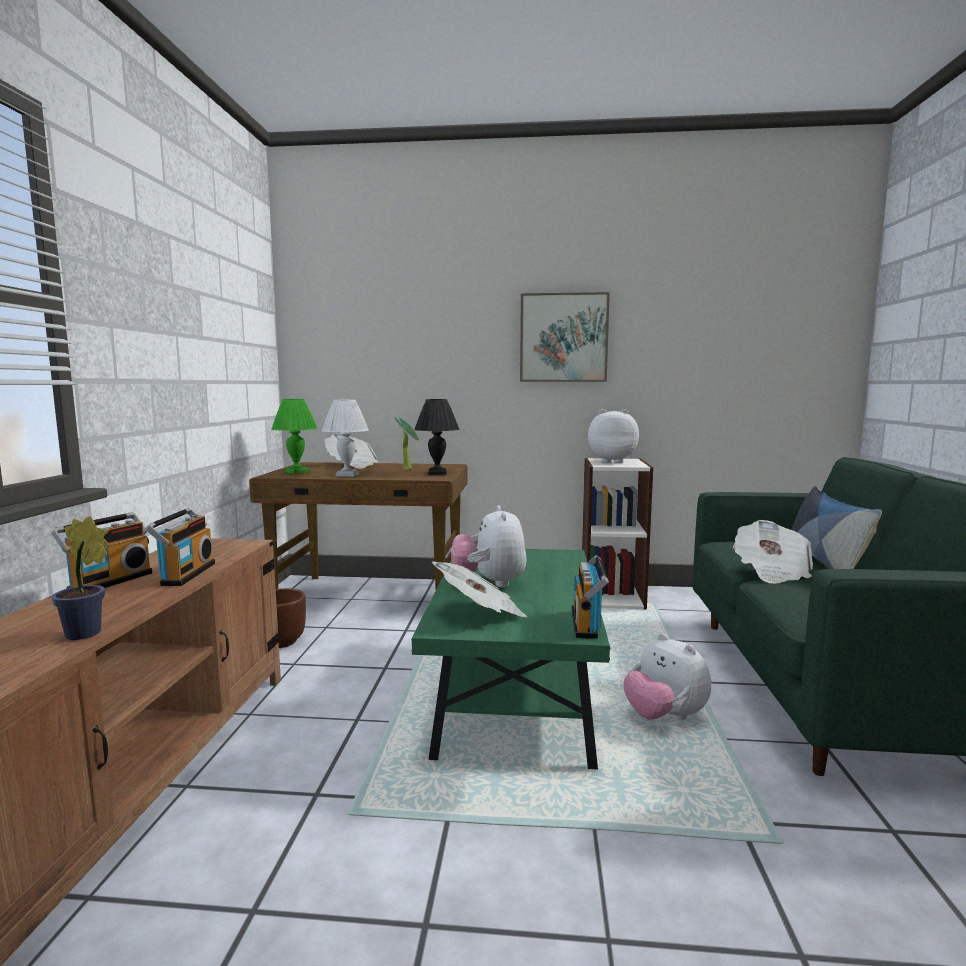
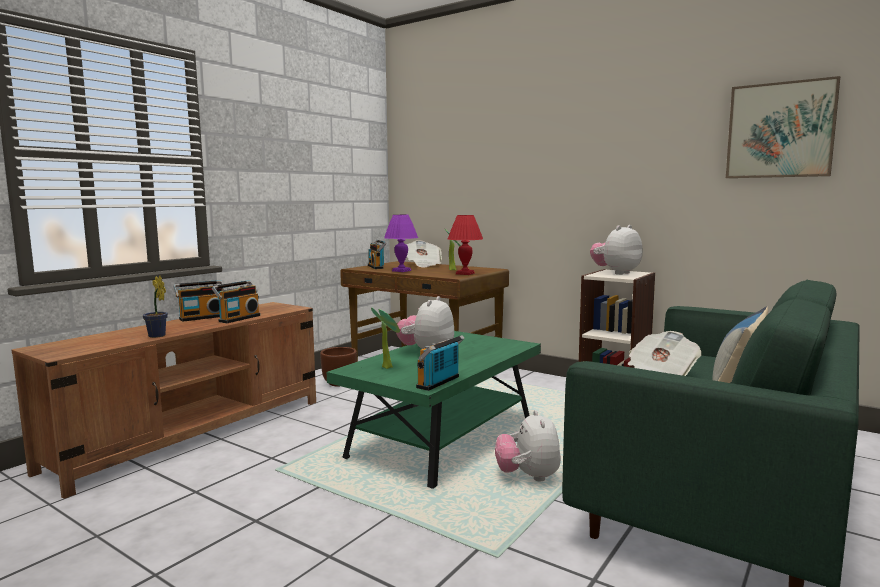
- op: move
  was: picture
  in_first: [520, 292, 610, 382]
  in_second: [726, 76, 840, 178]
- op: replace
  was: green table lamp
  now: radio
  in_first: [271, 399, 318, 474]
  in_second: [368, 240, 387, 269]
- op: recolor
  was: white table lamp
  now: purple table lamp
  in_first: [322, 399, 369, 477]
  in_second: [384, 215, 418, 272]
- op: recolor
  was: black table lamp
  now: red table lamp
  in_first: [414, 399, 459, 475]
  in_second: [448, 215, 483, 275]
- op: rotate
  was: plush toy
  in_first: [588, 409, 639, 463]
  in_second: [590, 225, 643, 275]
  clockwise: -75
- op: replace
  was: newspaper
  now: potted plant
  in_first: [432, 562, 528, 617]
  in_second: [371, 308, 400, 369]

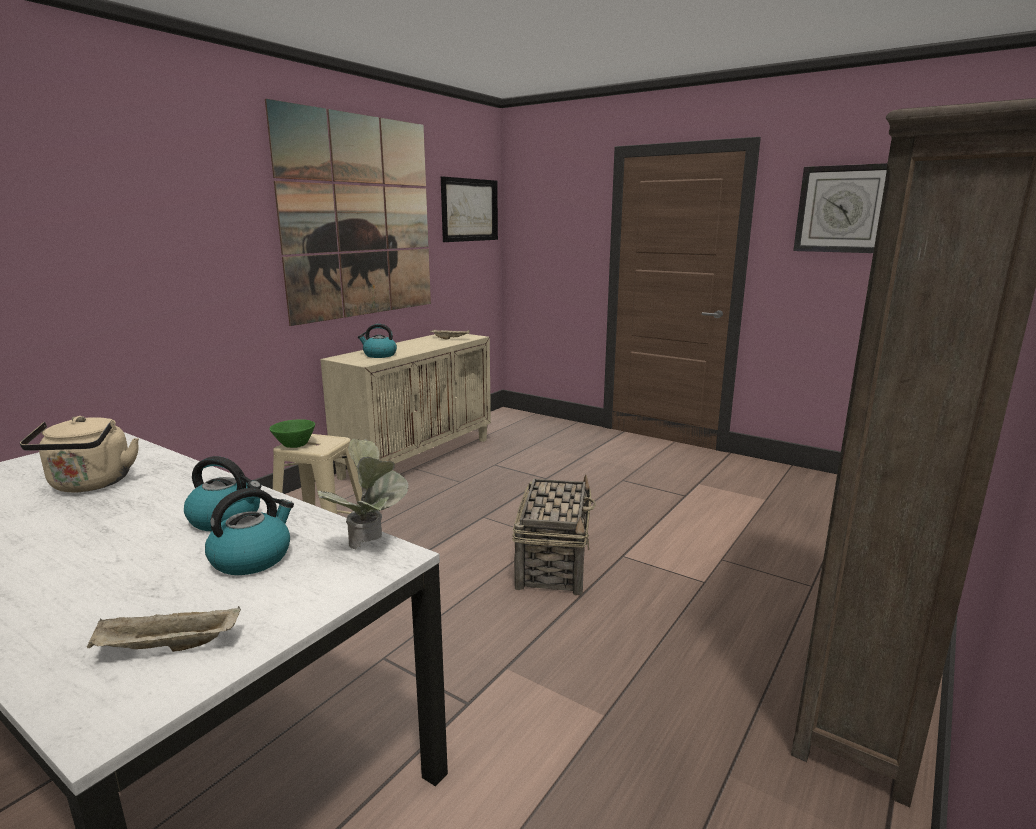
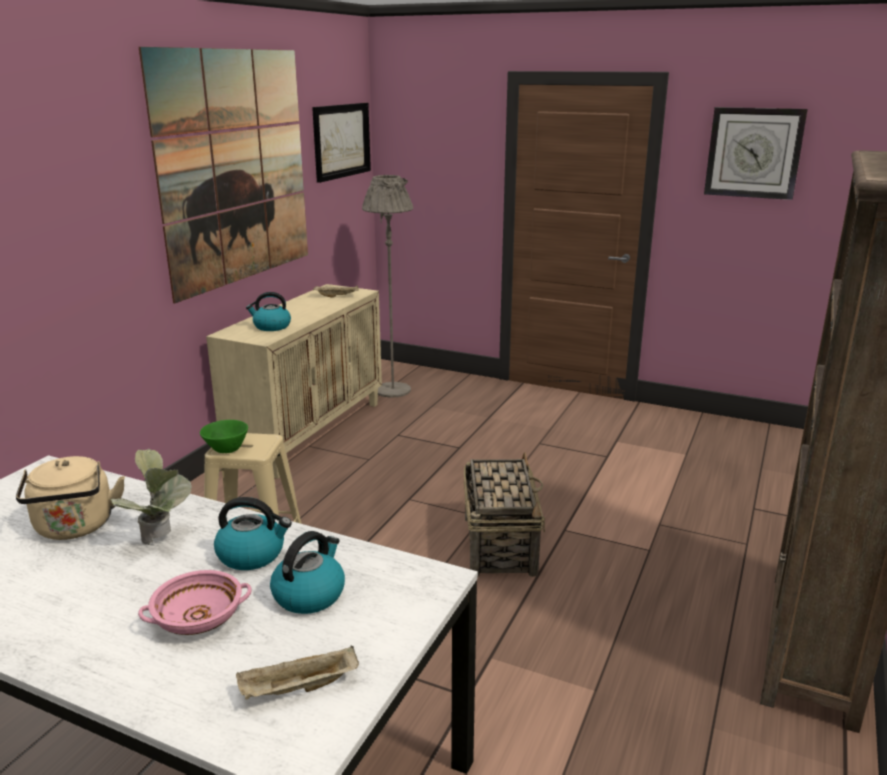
- op: move
  was: potted plant
  in_first: [317, 439, 408, 549]
  in_second: [110, 449, 191, 545]
- op: insert
  now: grey floor lamp
  in_second: [362, 175, 413, 398]
- op: insert
  now: pink bowl
  in_second: [138, 570, 252, 635]

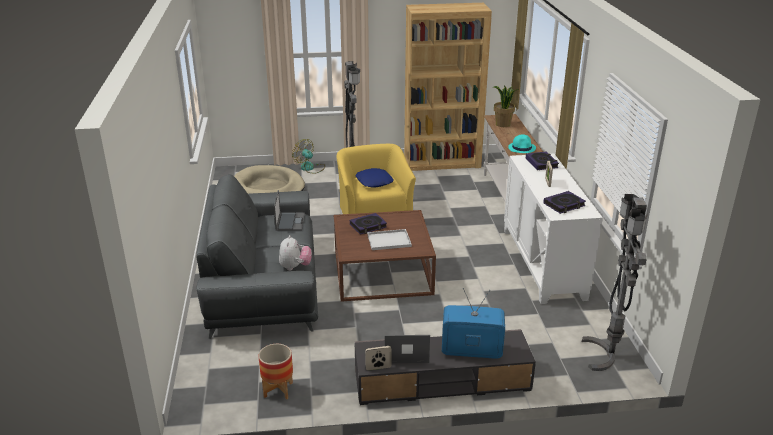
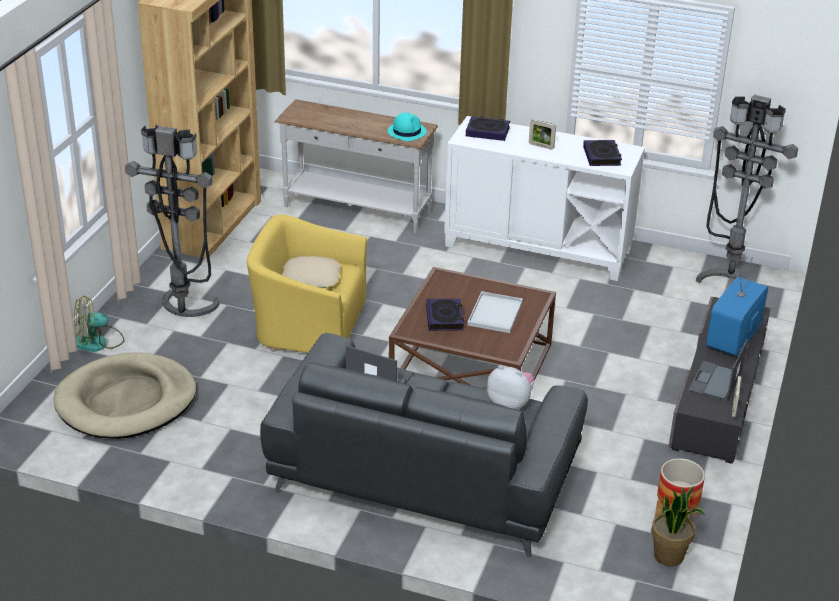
- op: move
  was: potted plant
  in_first: [492, 85, 519, 127]
  in_second: [651, 486, 705, 567]
- op: recolor
  was: blue pillow
  now: beige pillow
  in_first: [355, 168, 394, 187]
  in_second: [282, 256, 340, 288]

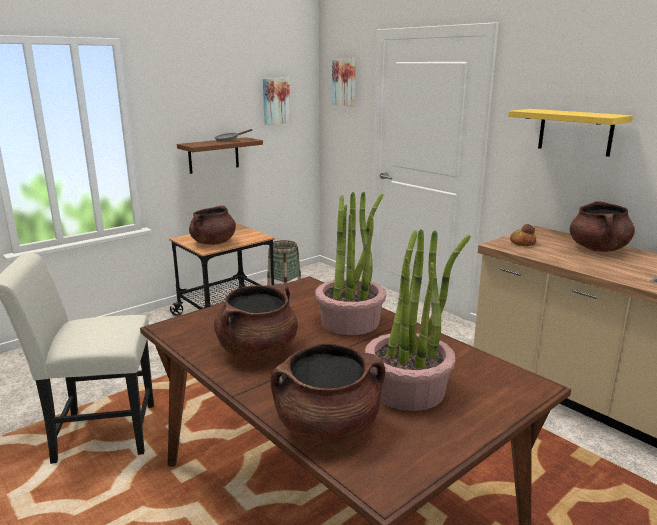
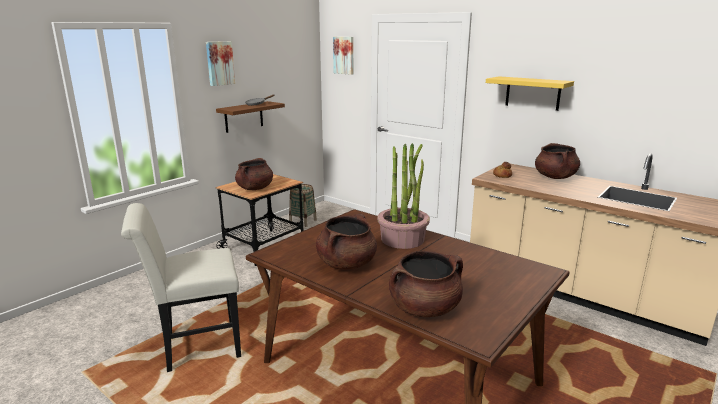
- op: move
  was: picture
  in_first: [263, 78, 291, 125]
  in_second: [206, 41, 235, 86]
- op: delete
  was: potted plant
  in_first: [365, 229, 471, 411]

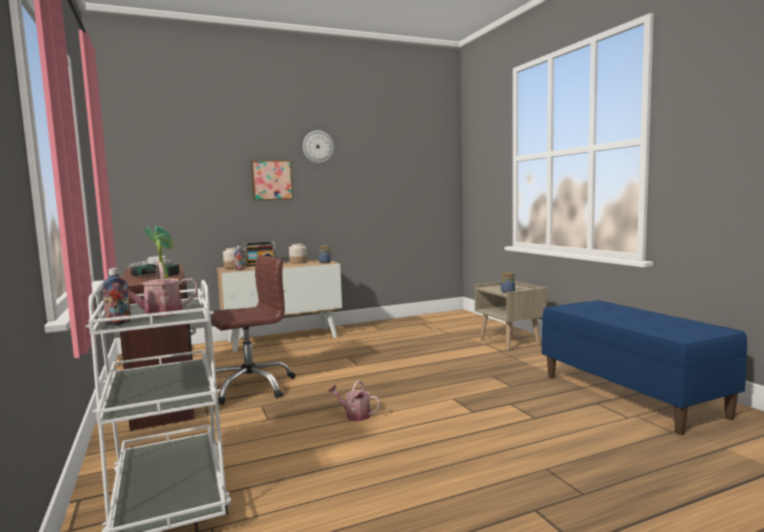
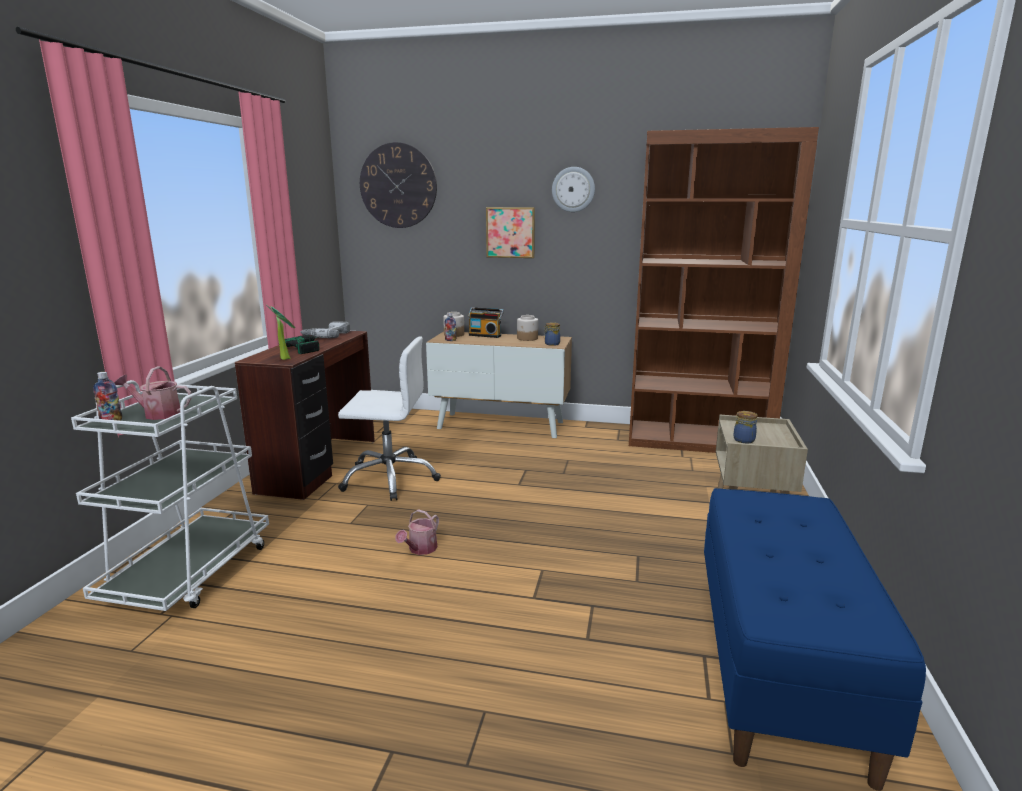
- op: recolor
  was: brown office chair
  now: white office chair
  in_first: [211, 255, 295, 405]
  in_second: [338, 336, 441, 501]
- op: rotate
  was: watering can
  in_first: [328, 380, 380, 421]
  in_second: [395, 509, 439, 555]
  clockwise: -120
- op: insert
  now: brown bookcase
  in_second: [629, 127, 819, 453]
- op: insert
  now: wall clock
  in_second: [360, 142, 437, 228]

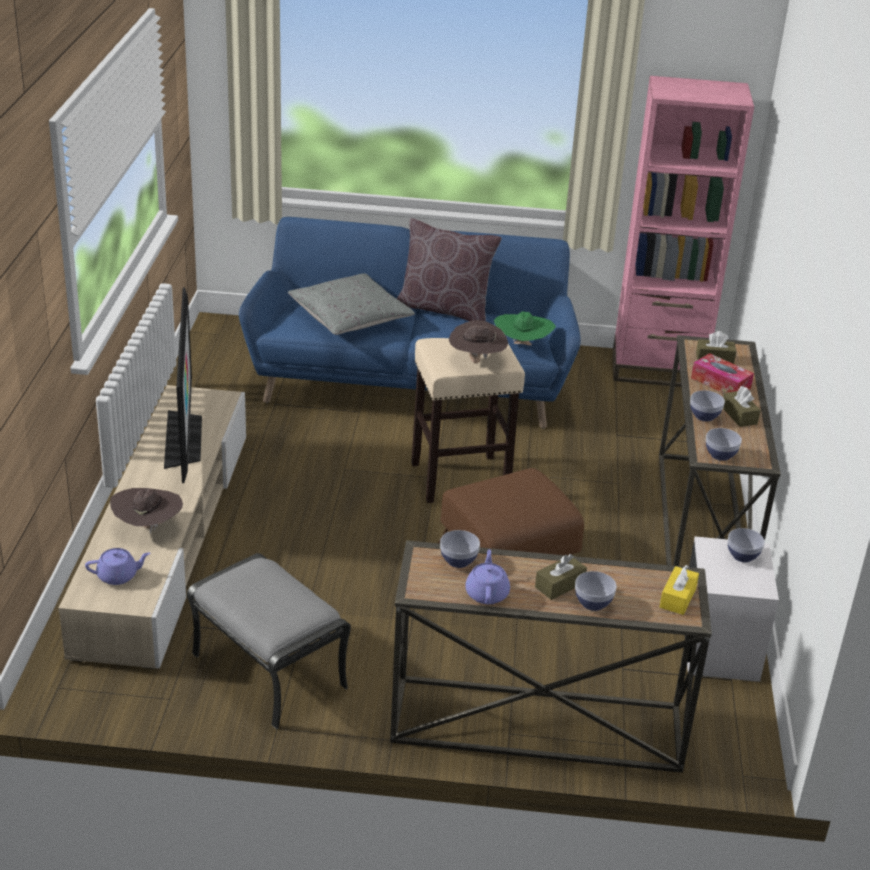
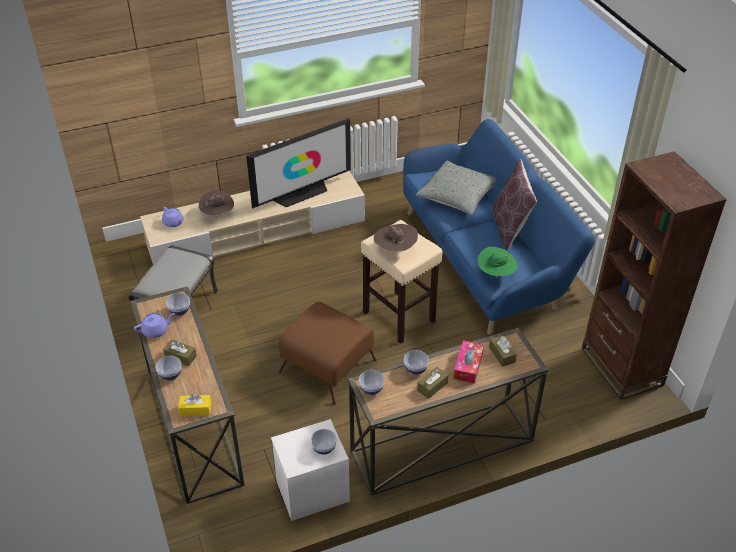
- op: recolor
  was: pink bookcase
  now: brown bookcase
  in_first: [613, 76, 754, 387]
  in_second: [582, 151, 727, 400]

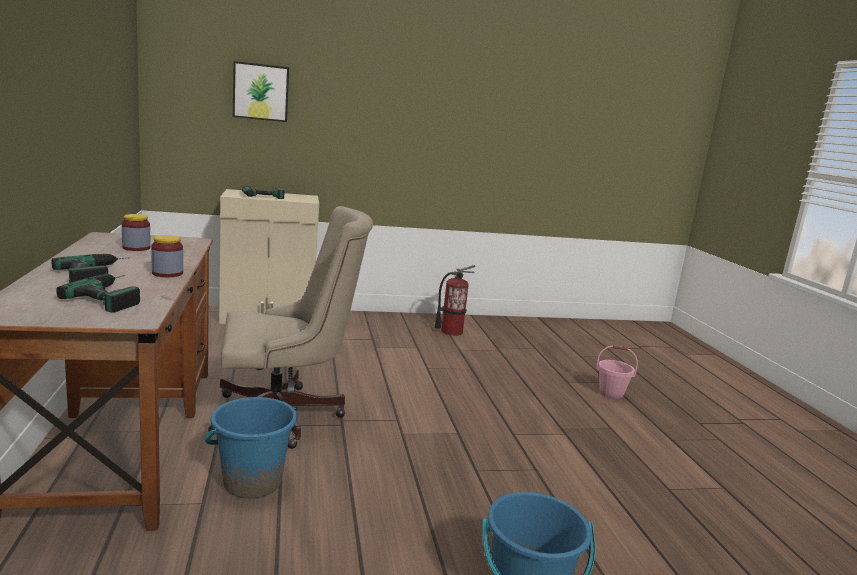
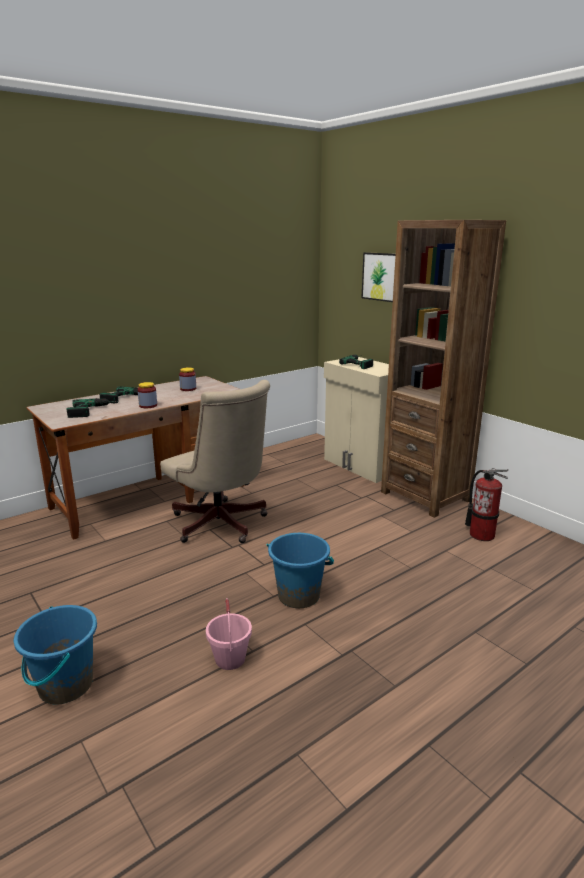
- op: move
  was: pink bucket
  in_first: [596, 345, 638, 399]
  in_second: [206, 598, 252, 670]
- op: move
  was: blue bucket
  in_first: [205, 397, 297, 499]
  in_second: [266, 533, 334, 608]
- op: insert
  now: brown bookcase
  in_second: [381, 220, 506, 518]

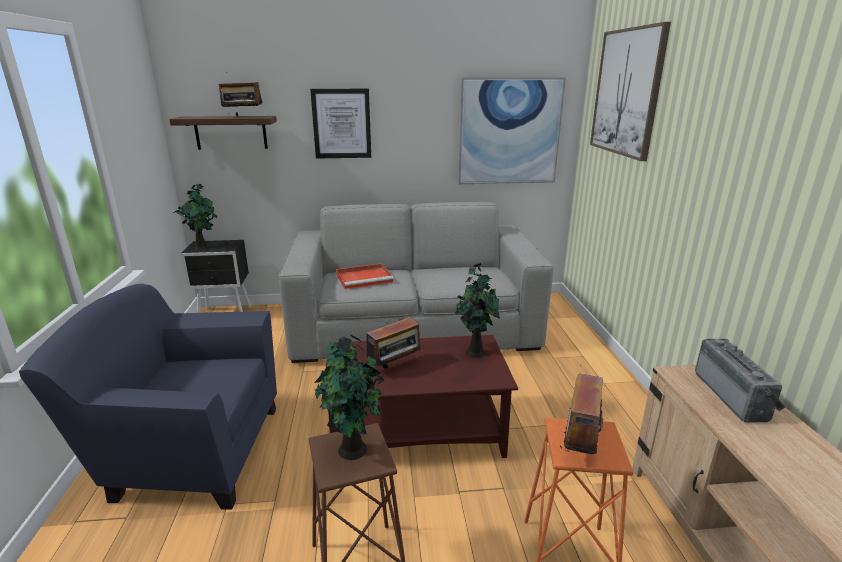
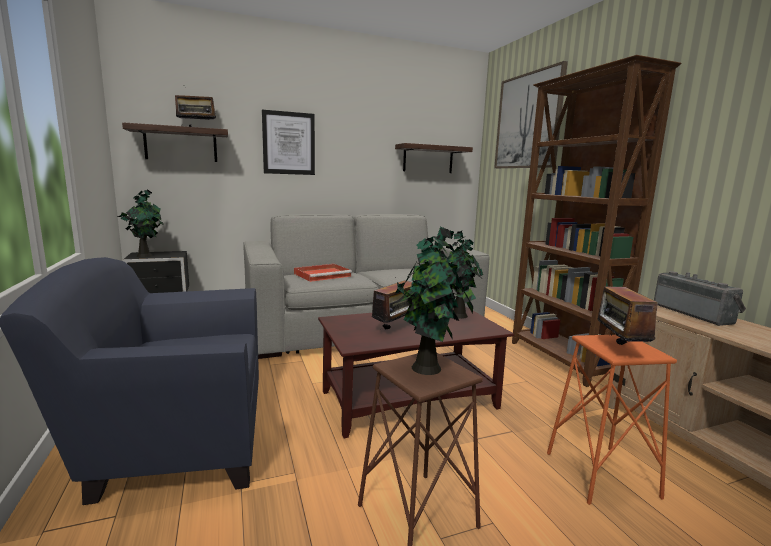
- op: replace
  was: picture
  now: shelf
  in_first: [458, 77, 566, 184]
  in_second: [395, 143, 473, 173]
- op: insert
  now: brown bookcase
  in_second: [512, 55, 681, 387]

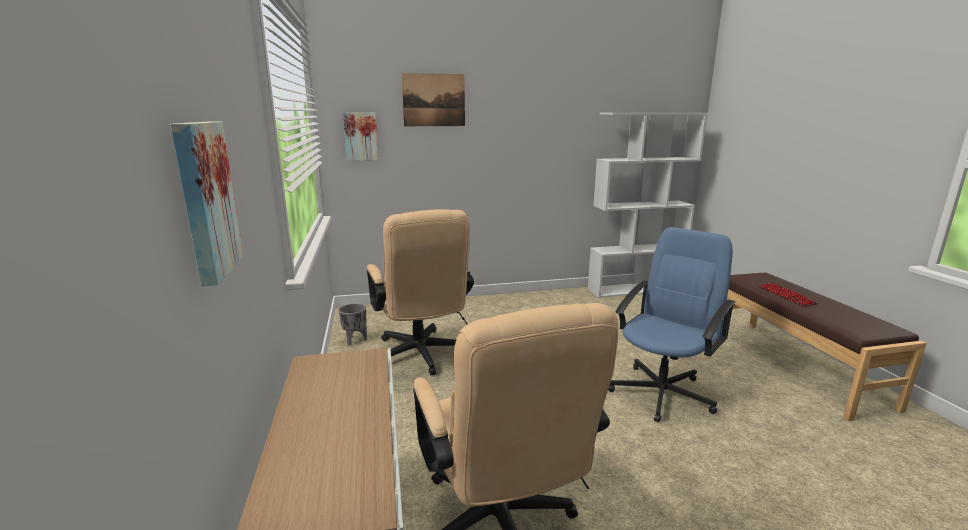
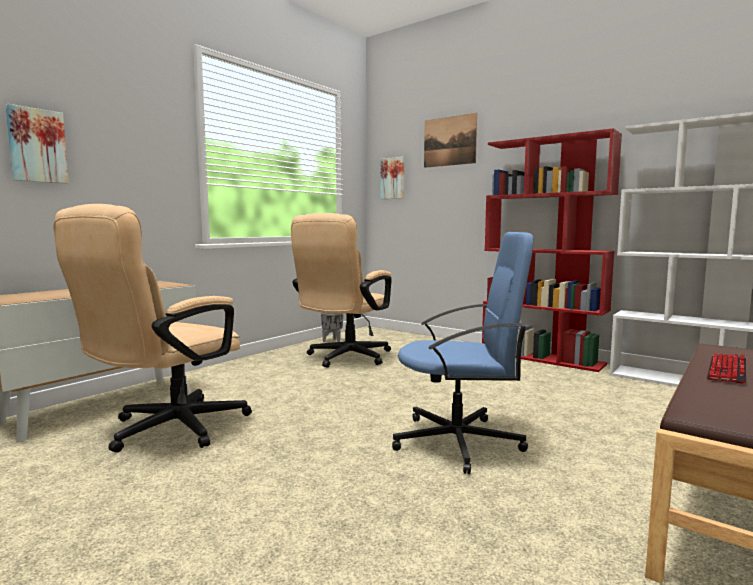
- op: insert
  now: red bookcase
  in_second: [482, 128, 622, 372]

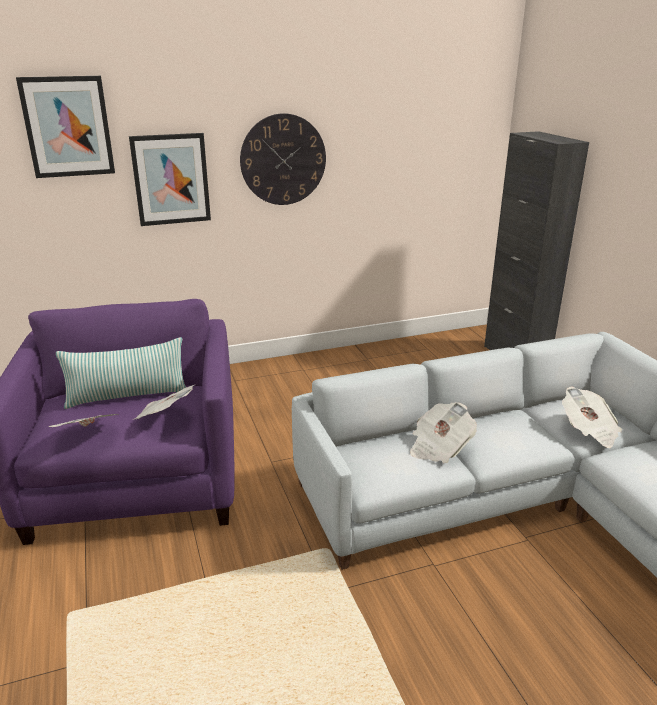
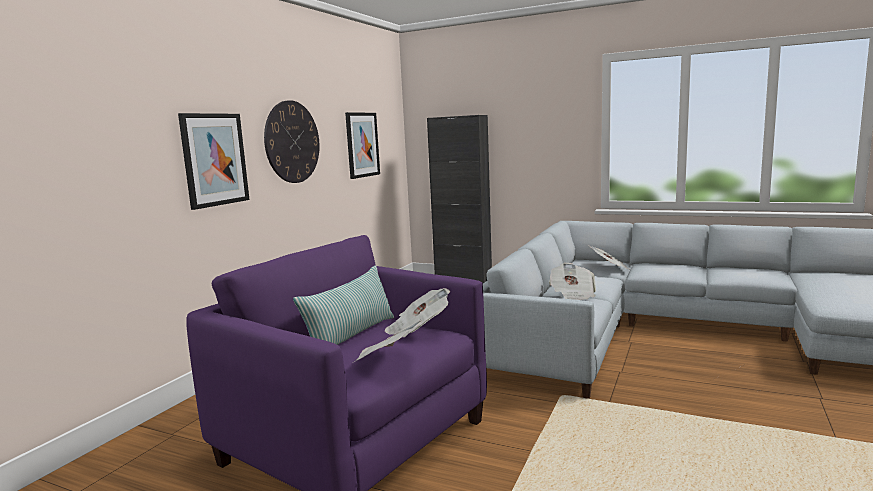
- op: move
  was: picture
  in_first: [16, 76, 115, 178]
  in_second: [345, 112, 380, 179]

